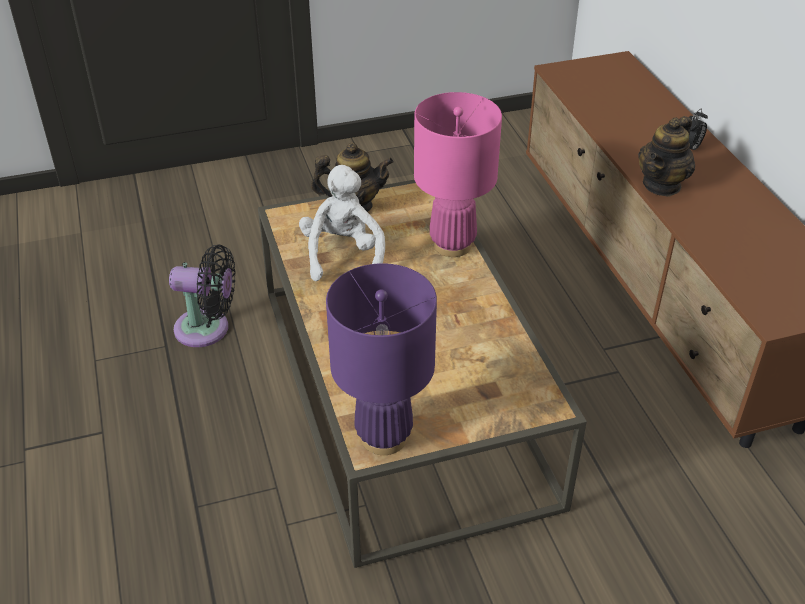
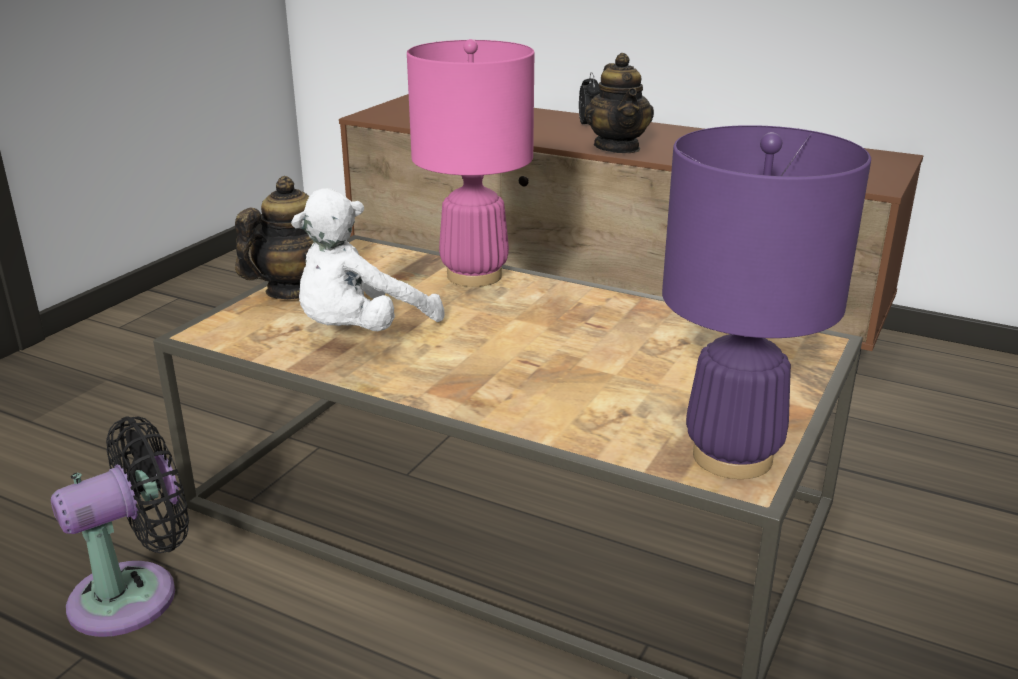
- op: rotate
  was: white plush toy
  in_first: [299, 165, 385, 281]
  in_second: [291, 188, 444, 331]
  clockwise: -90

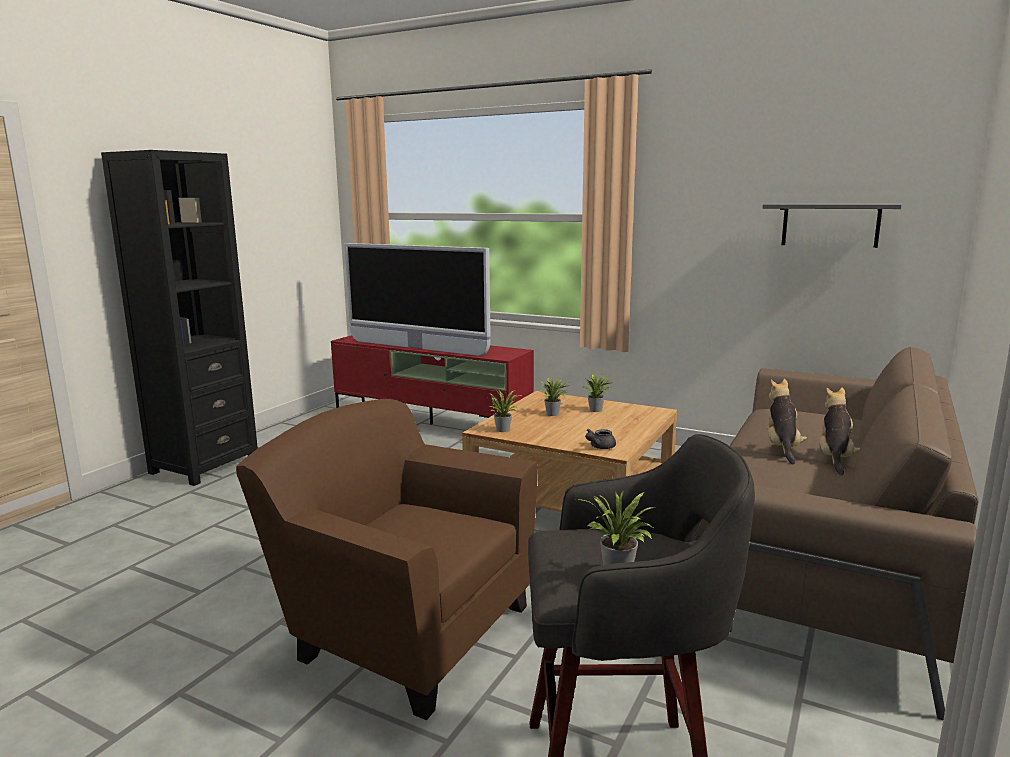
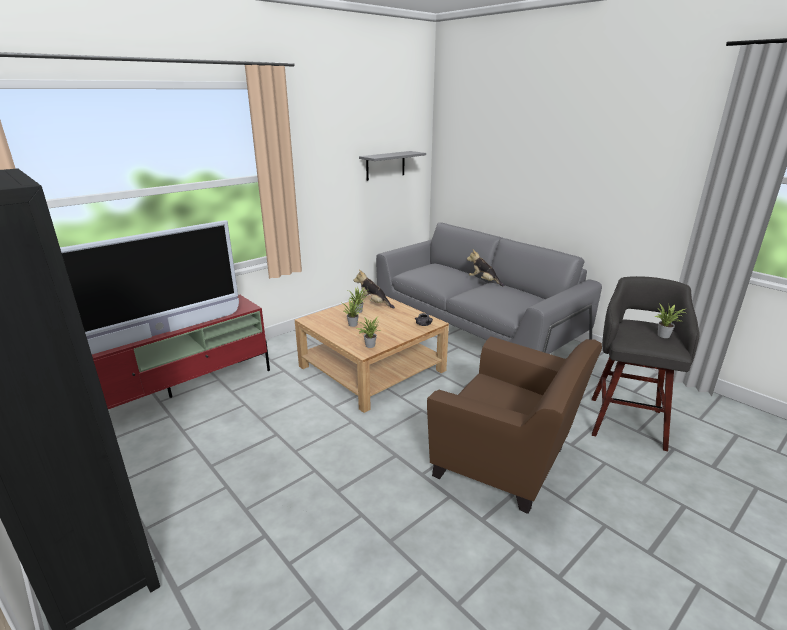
- op: recolor
  was: brown sofa
  now: grey sofa
  in_first: [696, 347, 979, 720]
  in_second: [376, 222, 602, 354]
- op: move
  was: plush toy
  in_first: [767, 379, 807, 464]
  in_second: [354, 270, 395, 309]
- op: rotate
  was: brown armchair
  in_first: [236, 399, 538, 720]
  in_second: [427, 336, 602, 514]
  clockwise: -105

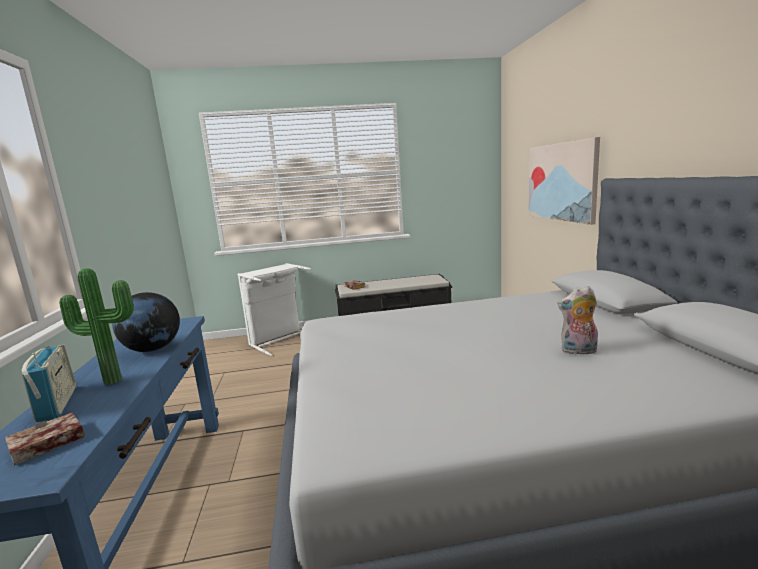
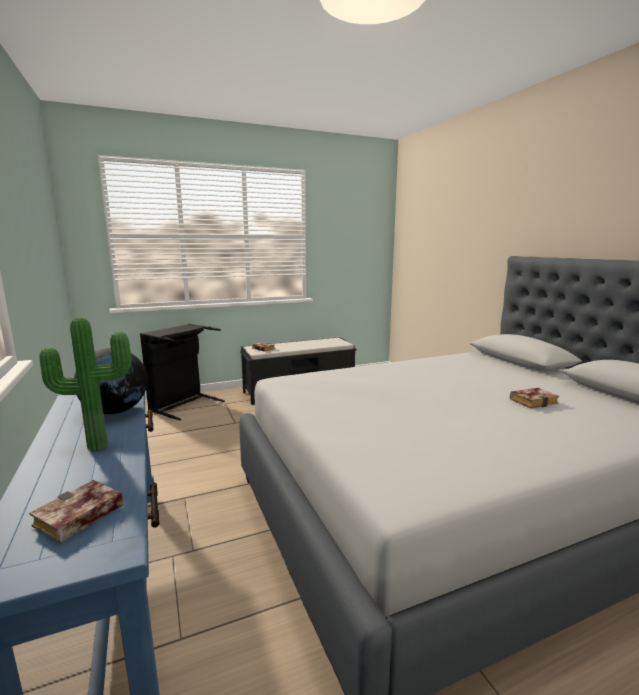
- op: delete
  was: picture
  in_first: [528, 137, 600, 225]
- op: recolor
  was: white laundry basket
  now: black laundry basket
  in_first: [238, 263, 311, 356]
  in_second: [140, 324, 225, 421]
- op: replace
  was: plush toy
  now: book
  in_first: [557, 286, 598, 355]
  in_second: [510, 388, 559, 409]
- op: delete
  was: radio
  in_first: [22, 345, 76, 423]

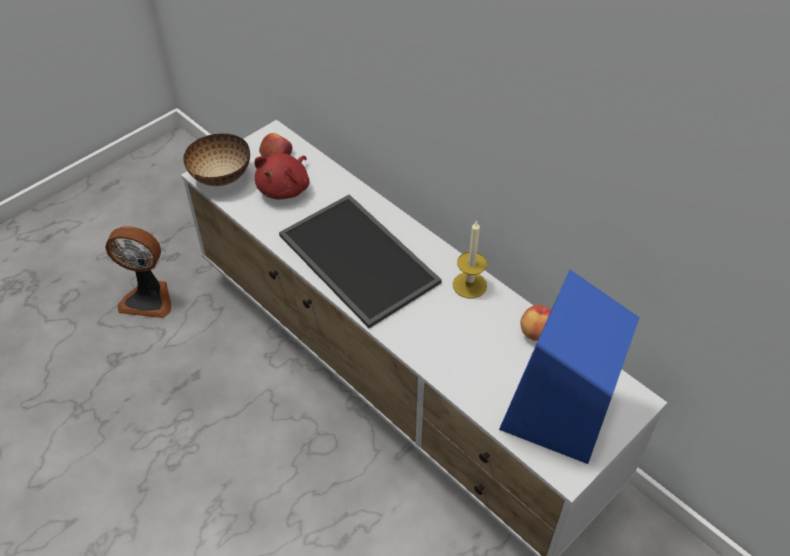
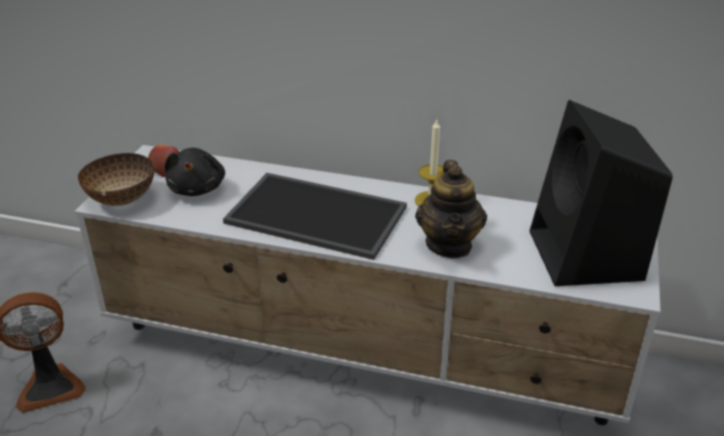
- op: recolor
  was: red plush toy
  now: black plush toy
  in_first: [255, 153, 310, 199]
  in_second: [165, 148, 225, 196]
- op: recolor
  was: blue speaker
  now: black speaker
  in_first: [499, 270, 639, 464]
  in_second: [530, 100, 673, 286]
- op: delete
  was: apple
  in_first: [520, 305, 551, 341]
- op: insert
  now: teapot
  in_second: [415, 160, 487, 258]

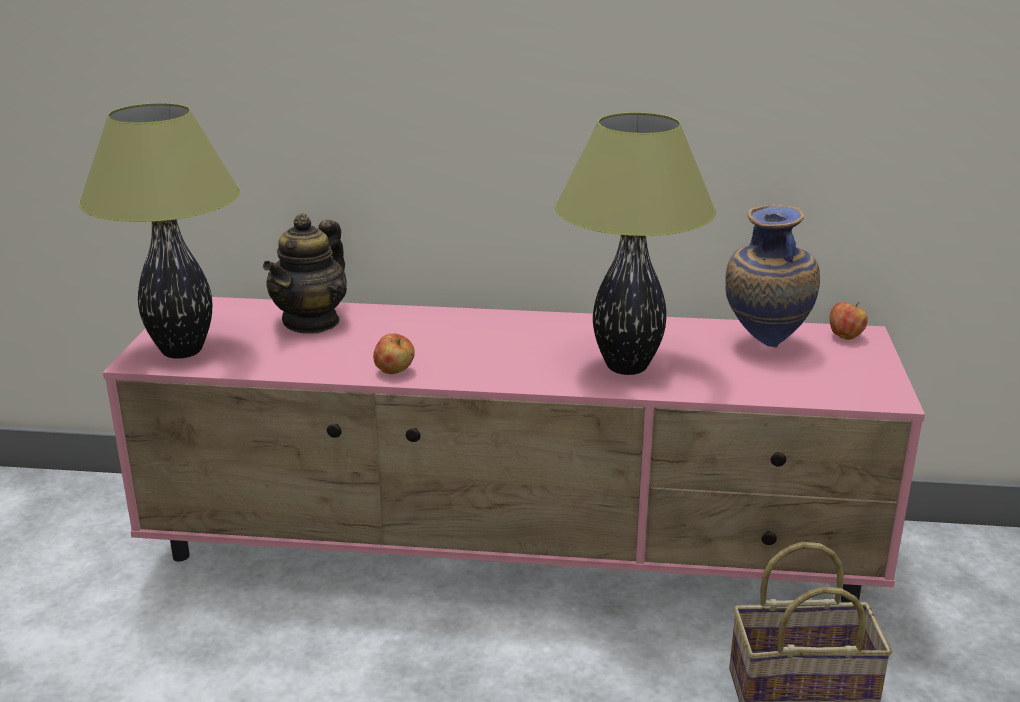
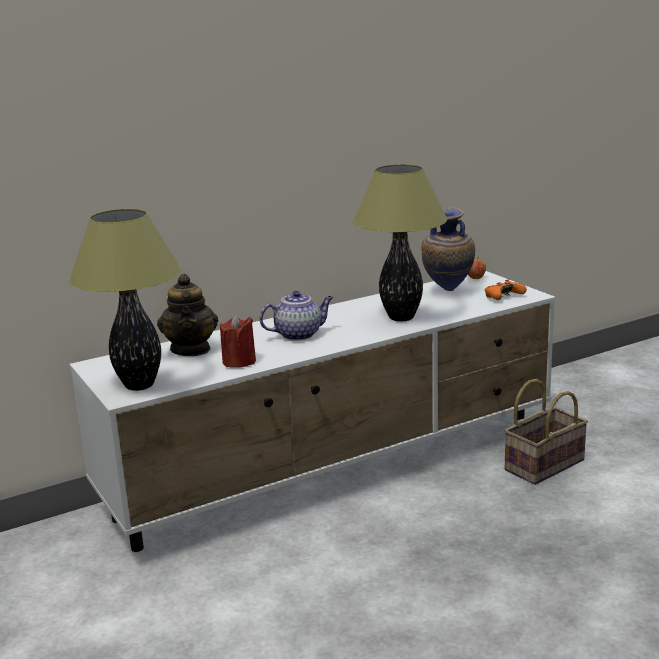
- op: recolor
  was: pink tv stand
  now: white tv stand
  in_first: [103, 297, 925, 602]
  in_second: [70, 271, 556, 552]
- op: delete
  was: apple
  in_first: [373, 333, 415, 374]
- op: insert
  now: orange game controller
  in_second: [485, 280, 527, 300]
- op: insert
  now: teapot
  in_second: [259, 291, 333, 341]
- op: insert
  now: red candle
  in_second: [220, 315, 256, 368]

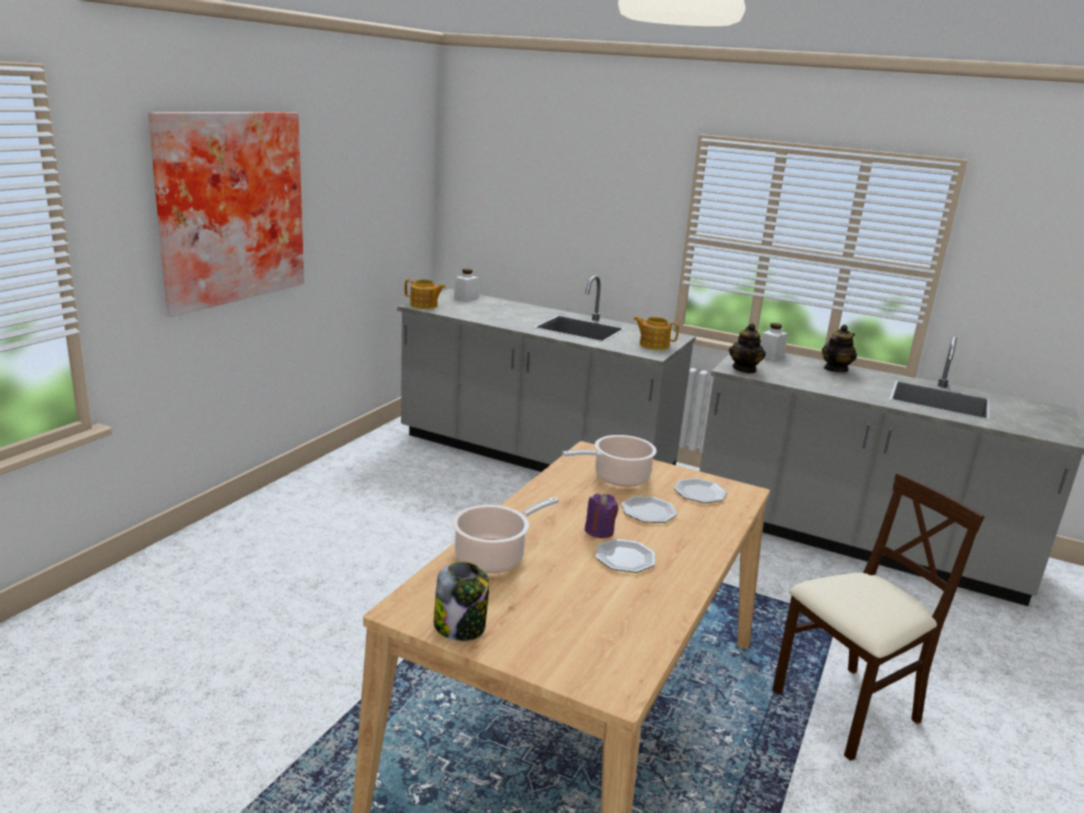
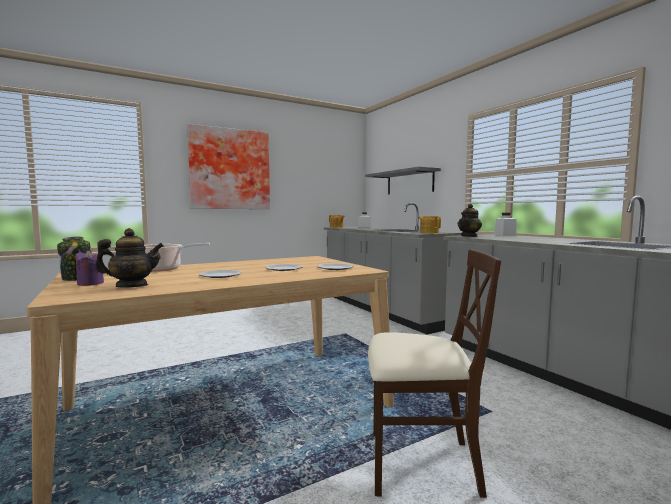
- op: move
  was: teapot
  in_first: [822, 324, 857, 372]
  in_second: [95, 228, 164, 288]
- op: delete
  was: cooking pot
  in_first: [562, 435, 657, 487]
- op: move
  was: purple candle
  in_first: [585, 494, 618, 538]
  in_second: [75, 251, 104, 286]
- op: insert
  now: grey shelf
  in_second: [365, 166, 441, 195]

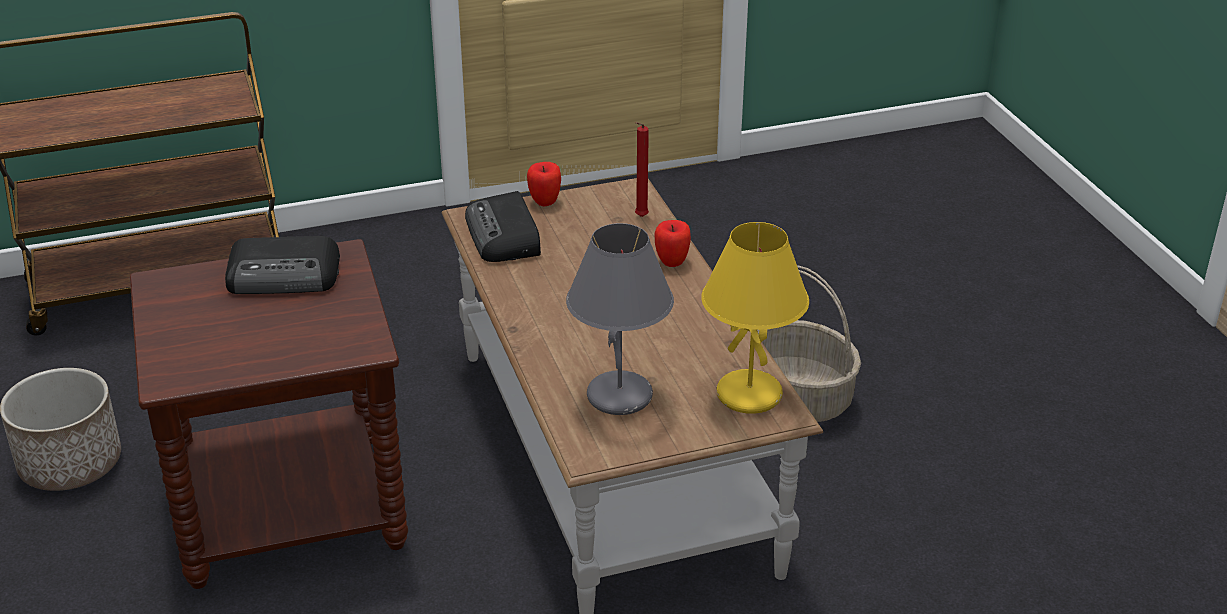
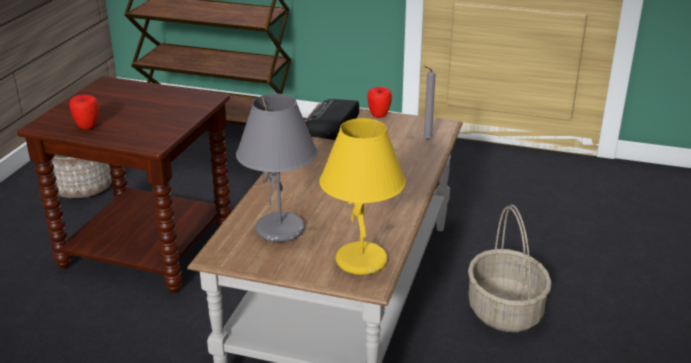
- op: recolor
  was: red candle
  now: grey candle
  in_first: [635, 122, 649, 217]
  in_second: [423, 66, 436, 140]
- op: move
  was: apple
  in_first: [655, 220, 691, 267]
  in_second: [70, 95, 99, 129]
- op: delete
  was: radio
  in_first: [225, 236, 340, 294]

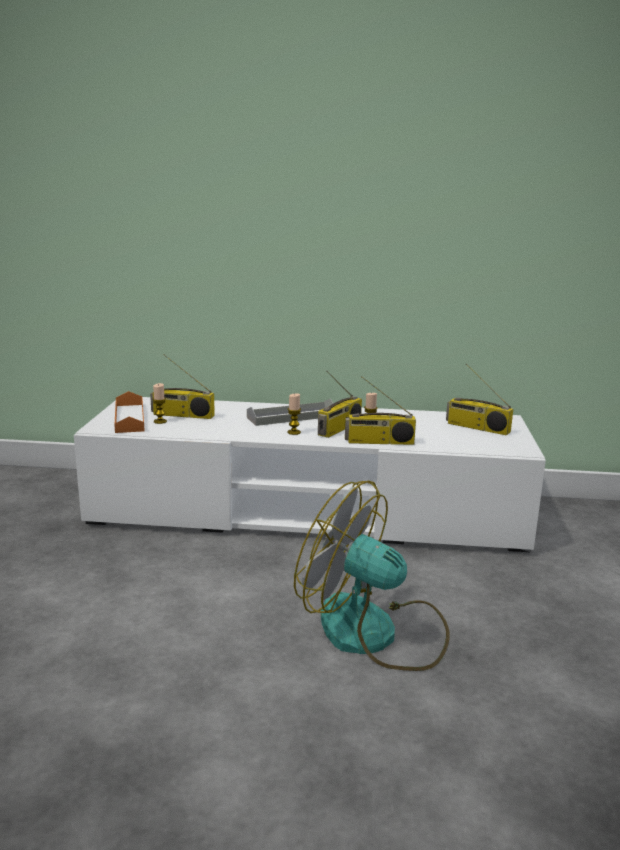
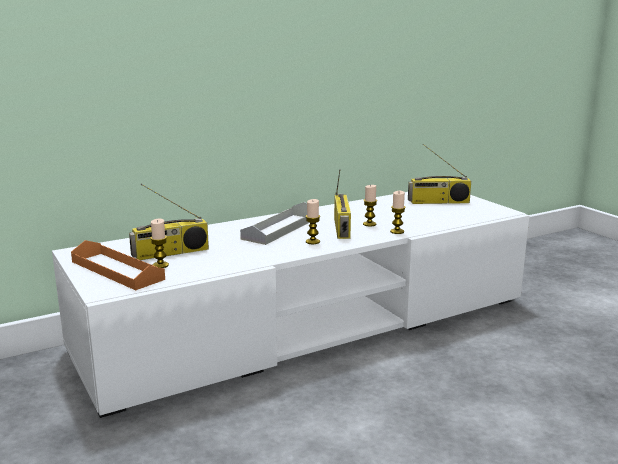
- op: replace
  was: radio
  now: candle
  in_first: [345, 376, 416, 445]
  in_second: [390, 191, 406, 234]
- op: delete
  was: fan
  in_first: [294, 480, 450, 671]

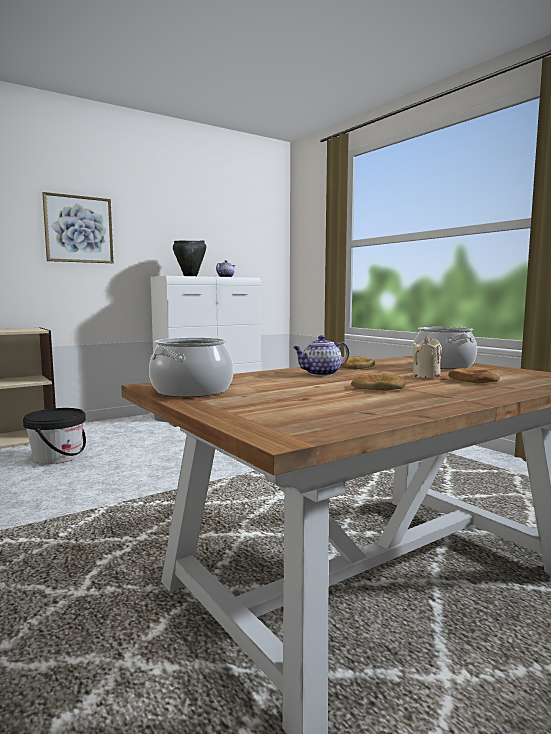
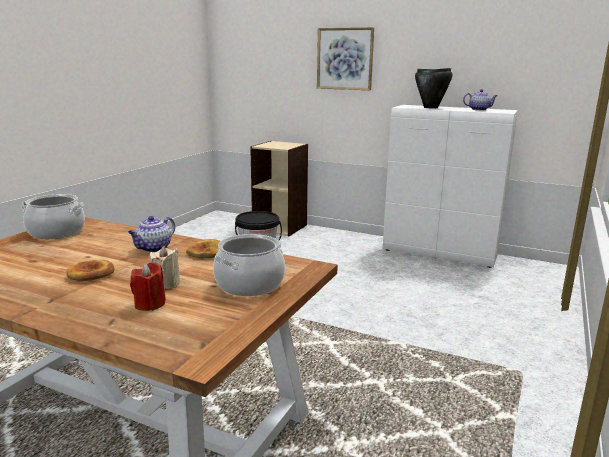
- op: rotate
  was: teapot
  in_first: [293, 335, 349, 376]
  in_second: [128, 216, 175, 252]
  clockwise: -90
- op: replace
  was: bread
  now: red candle
  in_first: [448, 368, 500, 383]
  in_second: [130, 262, 166, 311]

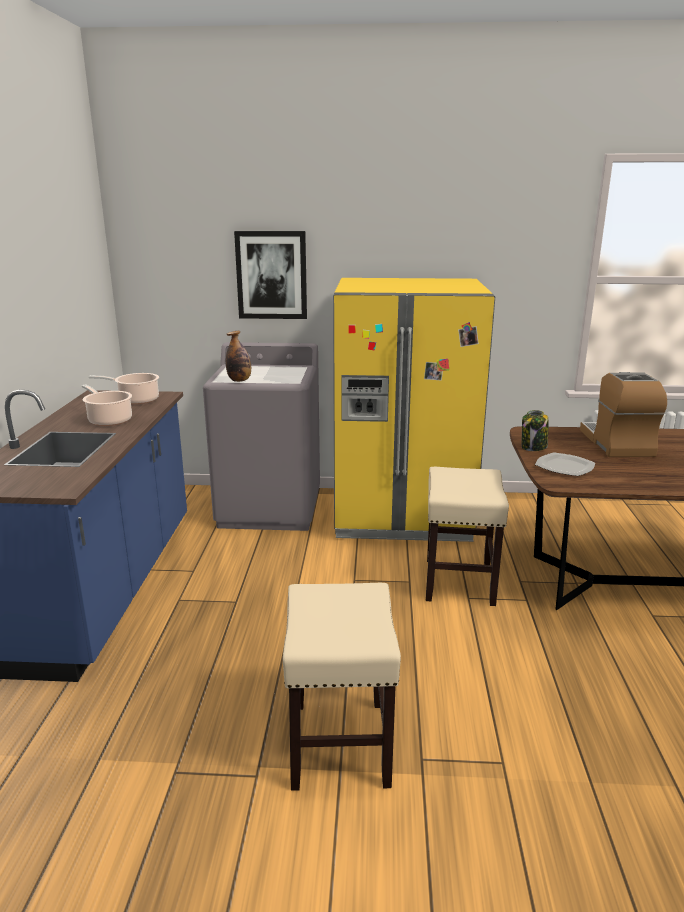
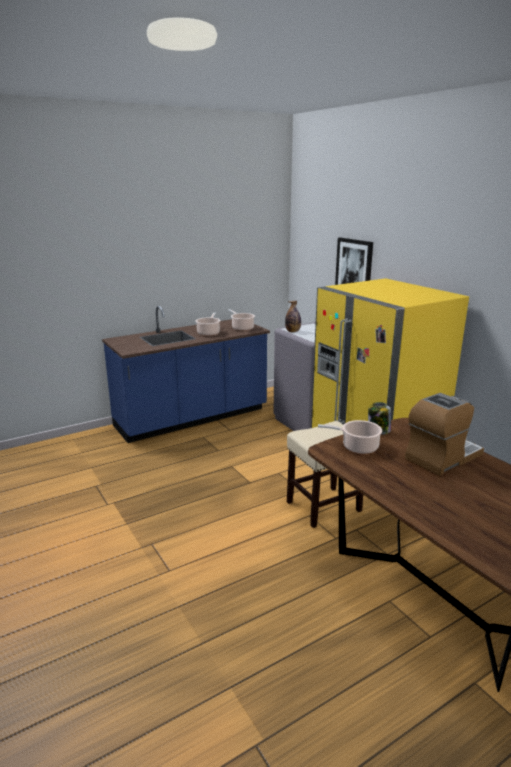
- op: replace
  was: plate
  now: cooking pot
  in_first: [535, 452, 595, 476]
  in_second: [318, 420, 382, 454]
- op: delete
  was: beige stool
  in_first: [283, 583, 401, 791]

